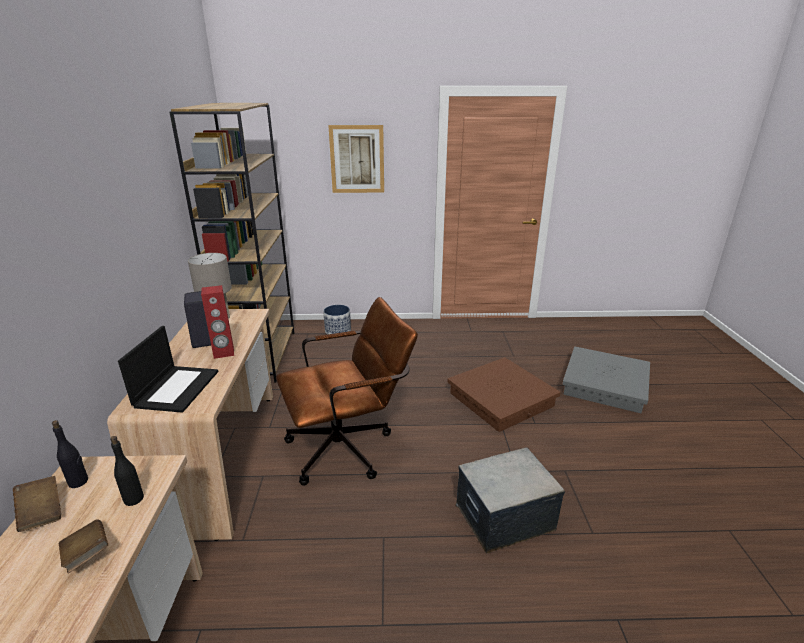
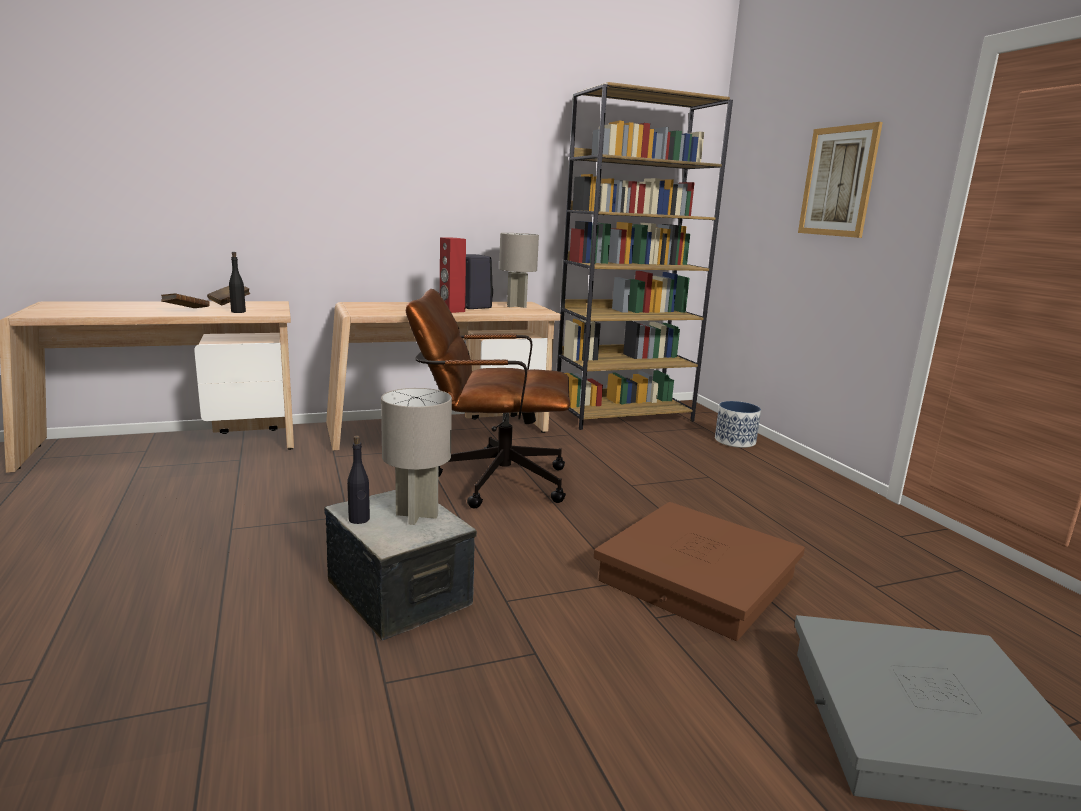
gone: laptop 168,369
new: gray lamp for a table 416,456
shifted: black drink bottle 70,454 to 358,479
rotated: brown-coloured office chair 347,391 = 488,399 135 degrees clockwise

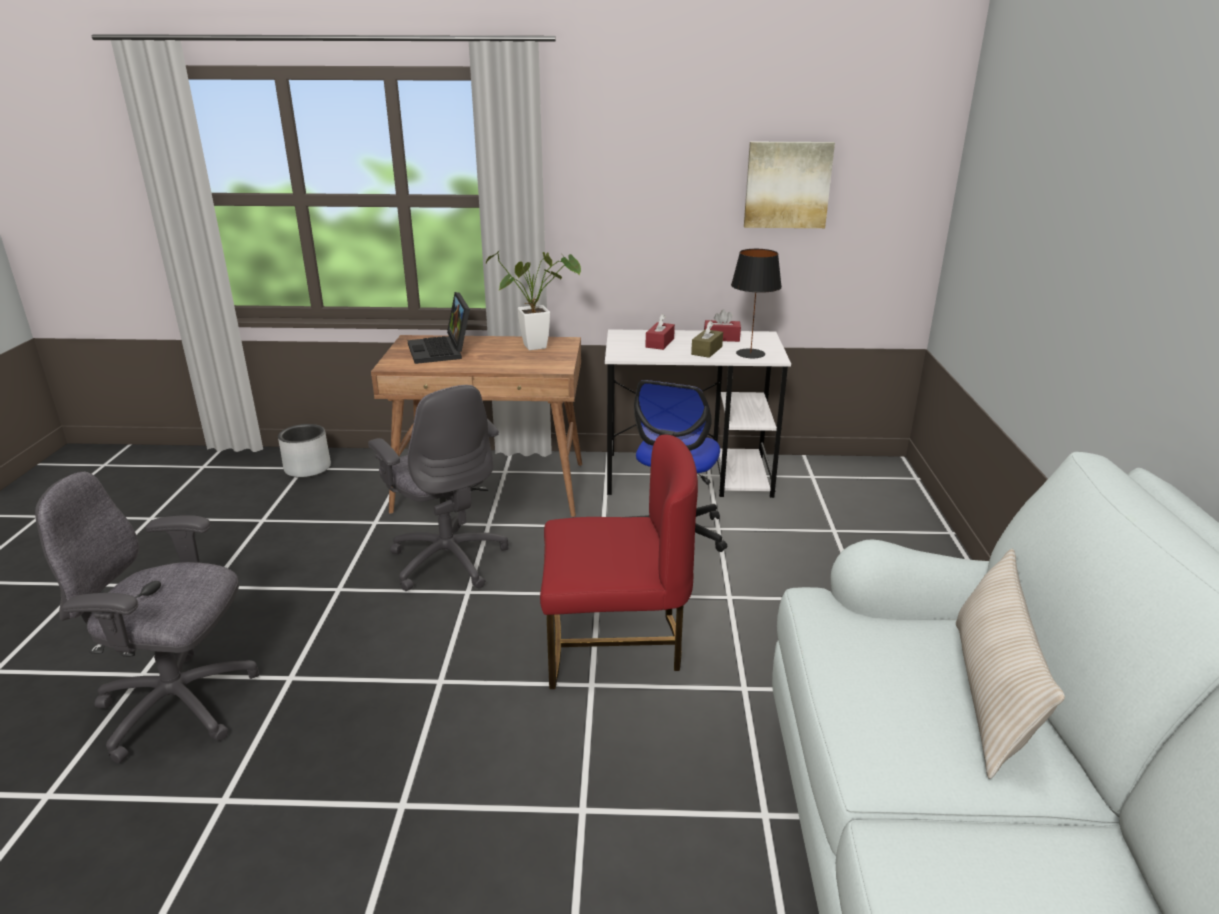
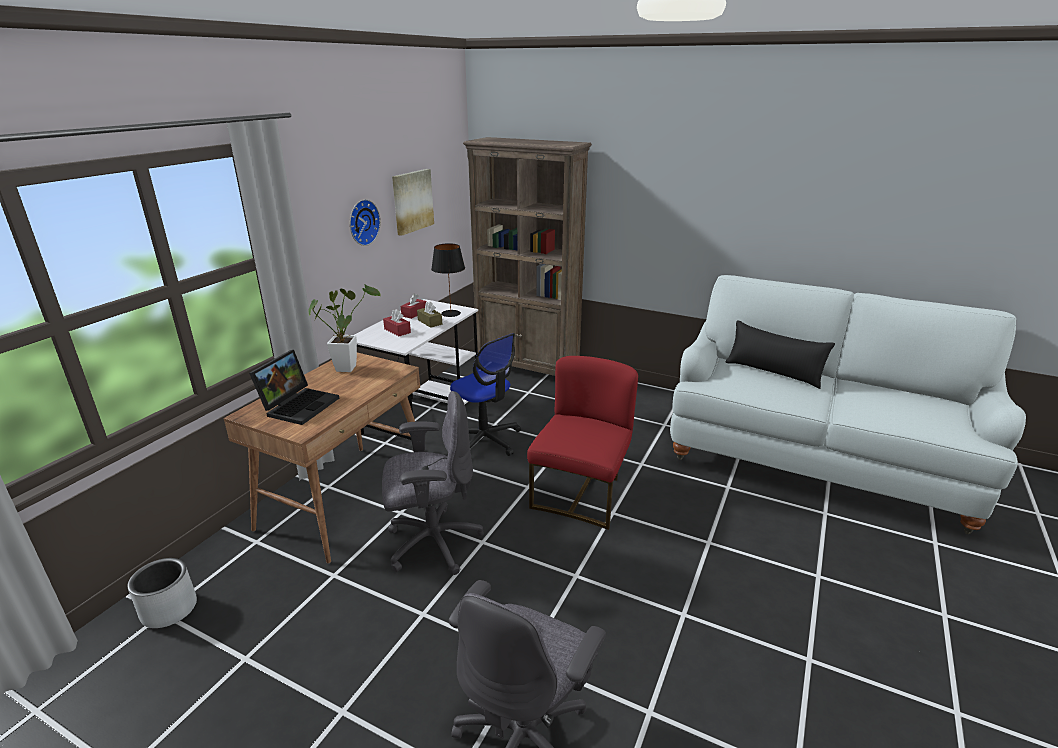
new: hanging clock 365,222; brown-coloured shelving unit 527,256
repainted: beige-coloured throw pillow 1010,664 to black throw pillow 780,354
rotated: laptop 439,328 = 294,387 75 degrees counterclockwise

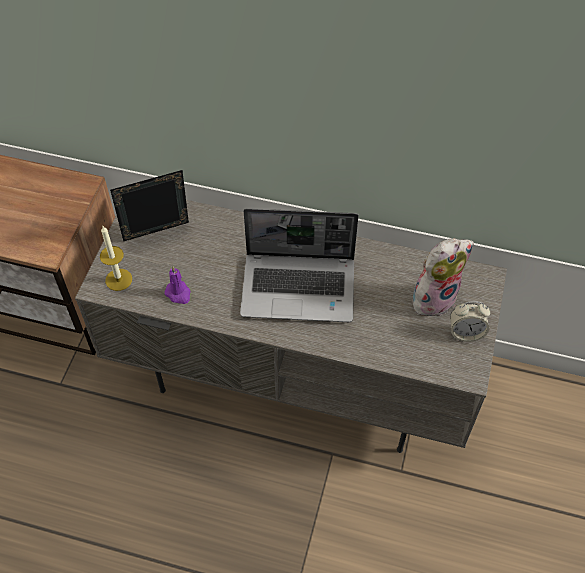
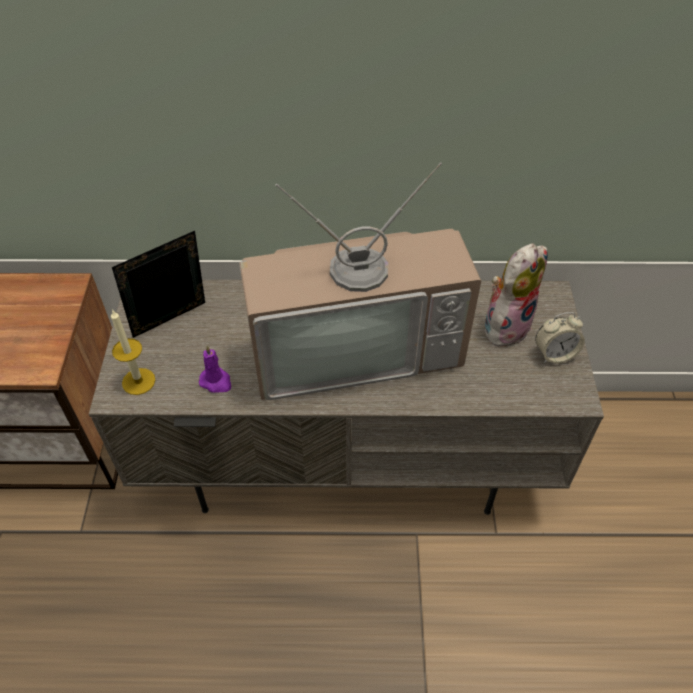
swapped: laptop 299,265 to television 360,281

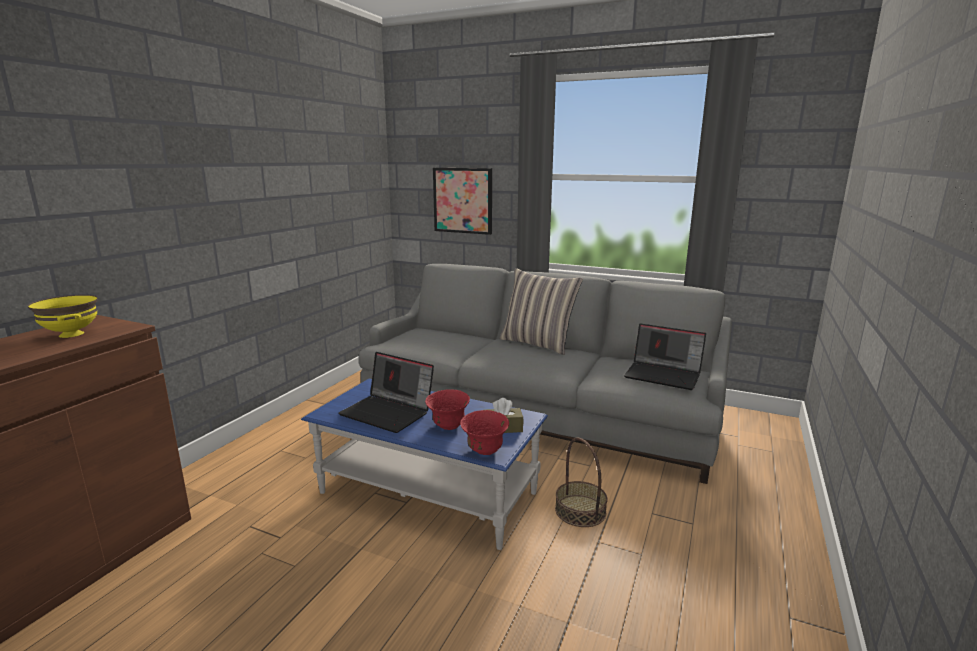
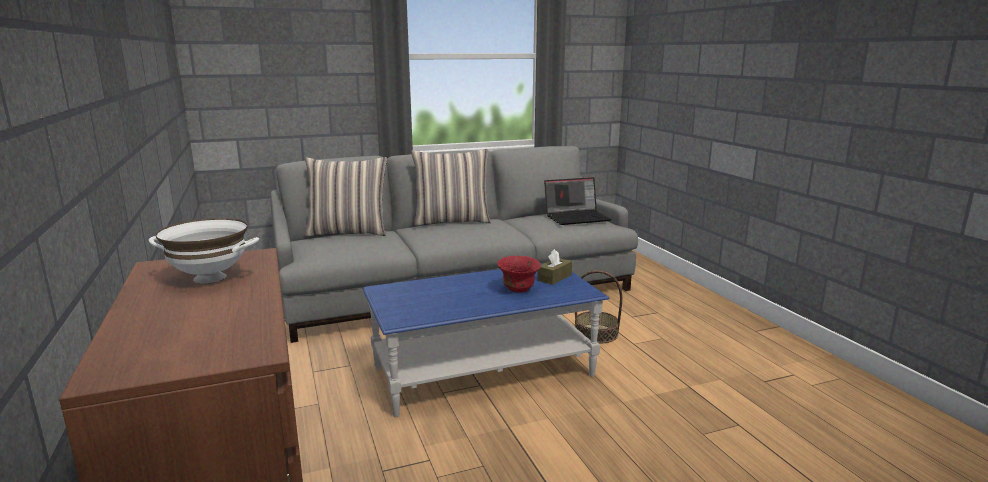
gone: laptop 386,392; picture 462,201; reddish bowl 484,432
new: throw pillow 346,197
repainted: yellow-coloured bowl 62,316 to white bowl 204,251

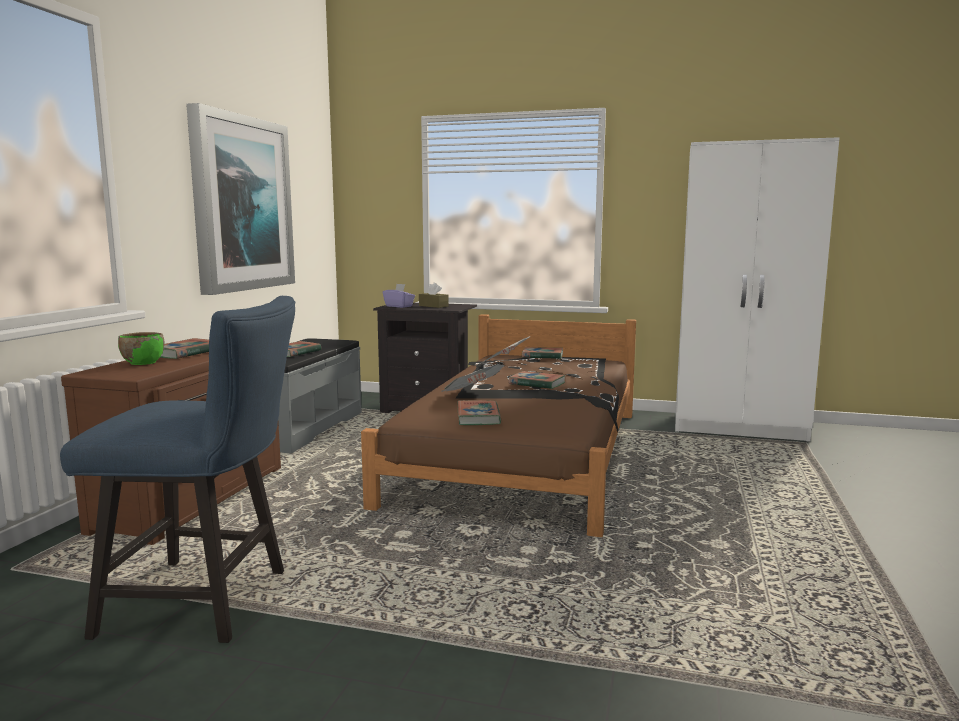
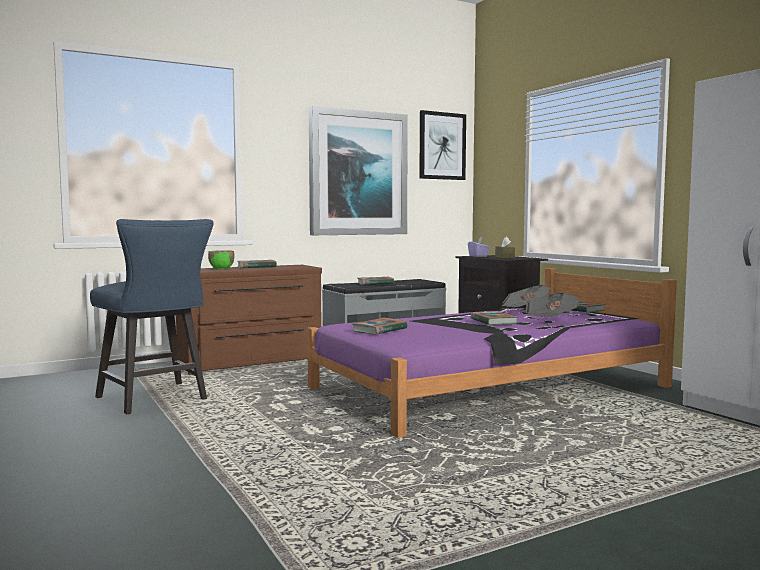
new: picture 442,145
shifted: newspaper 473,378 to 552,305
repainted: brown-coloured sleeping bed 498,425 to purple-coloured sleeping bed 492,353

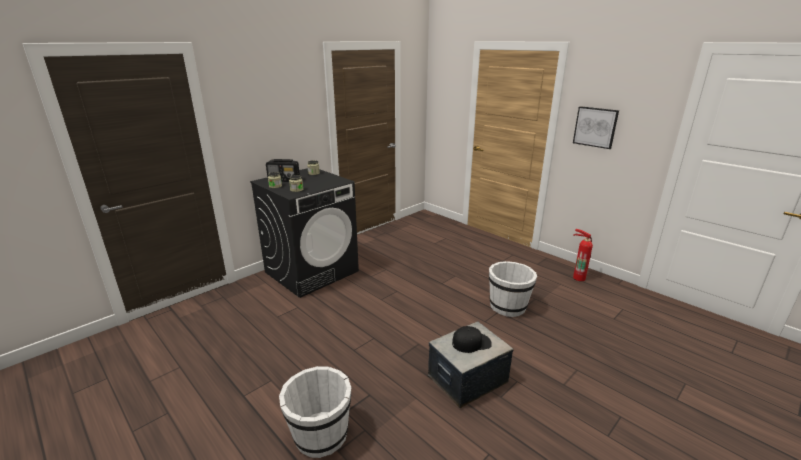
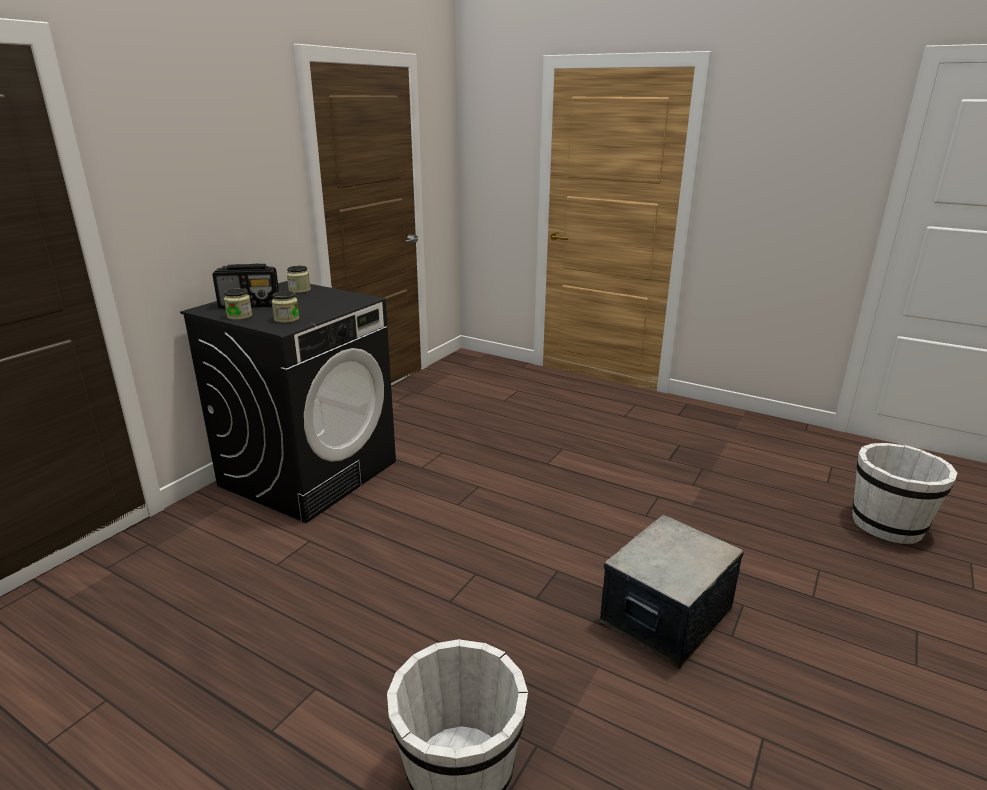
gone: black baseball cap 472,339; picture 596,127; fire-fighting cylinder 583,255
shifted: white pail 513,289 to 904,493

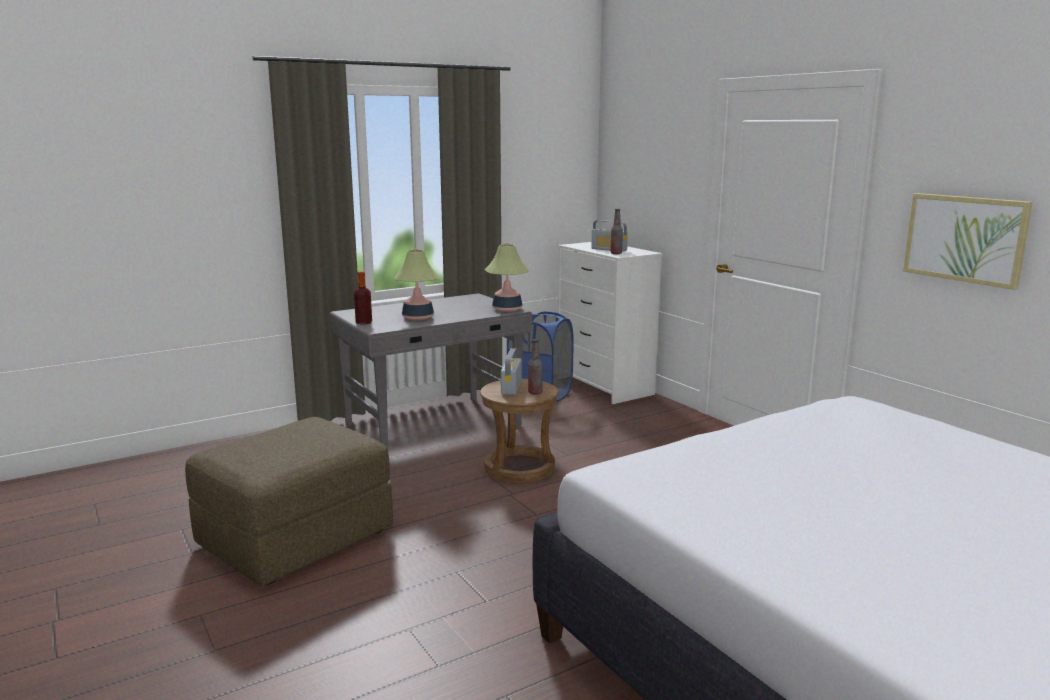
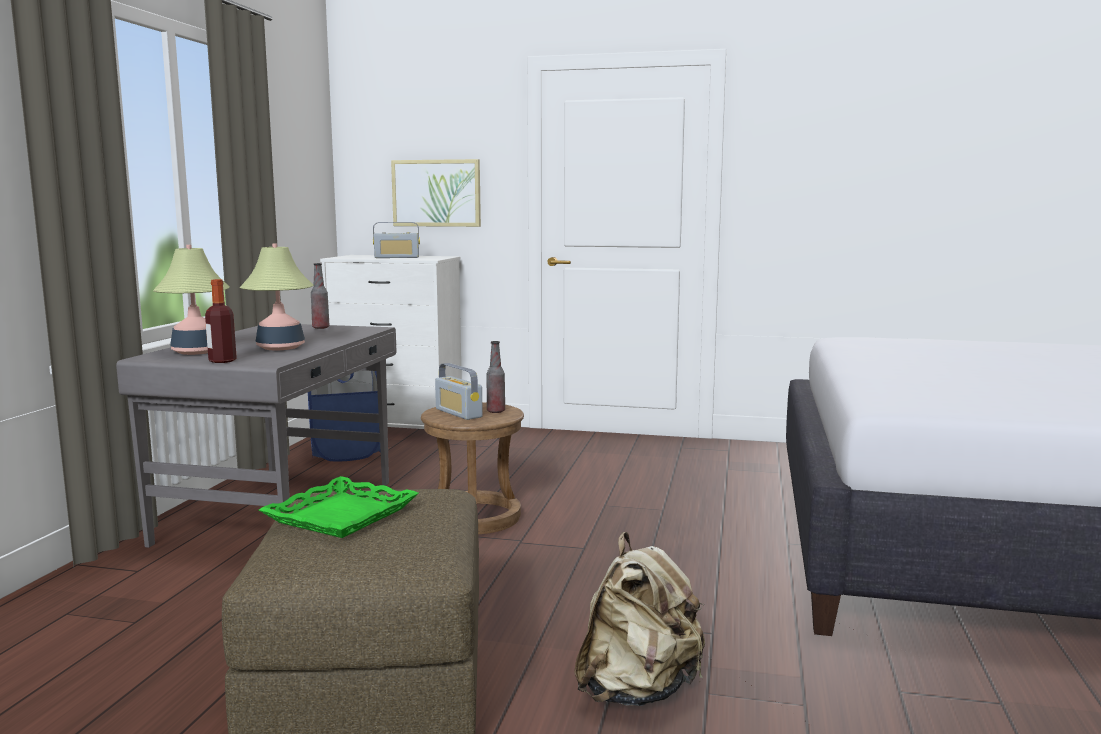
new: green tray 339,507; beige-coloured knapsack 639,619
shifted: lamp for a table 507,277 to 191,300; drink bottle 616,231 to 320,296; picture 968,241 to 436,193

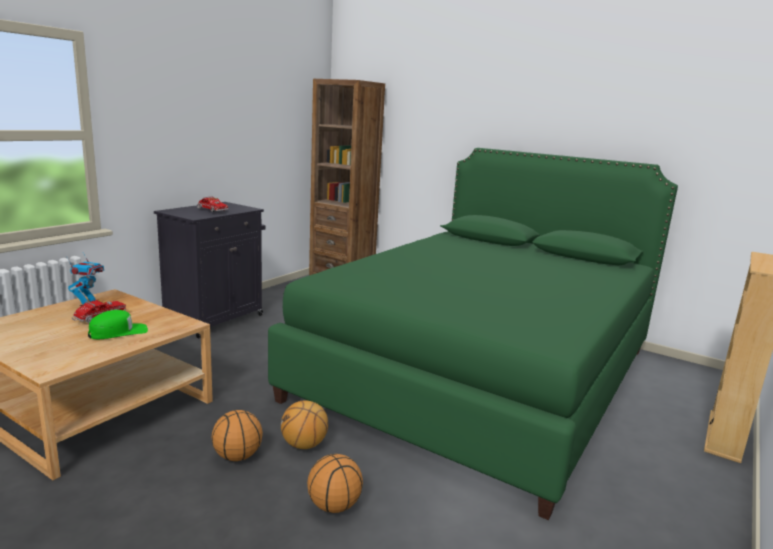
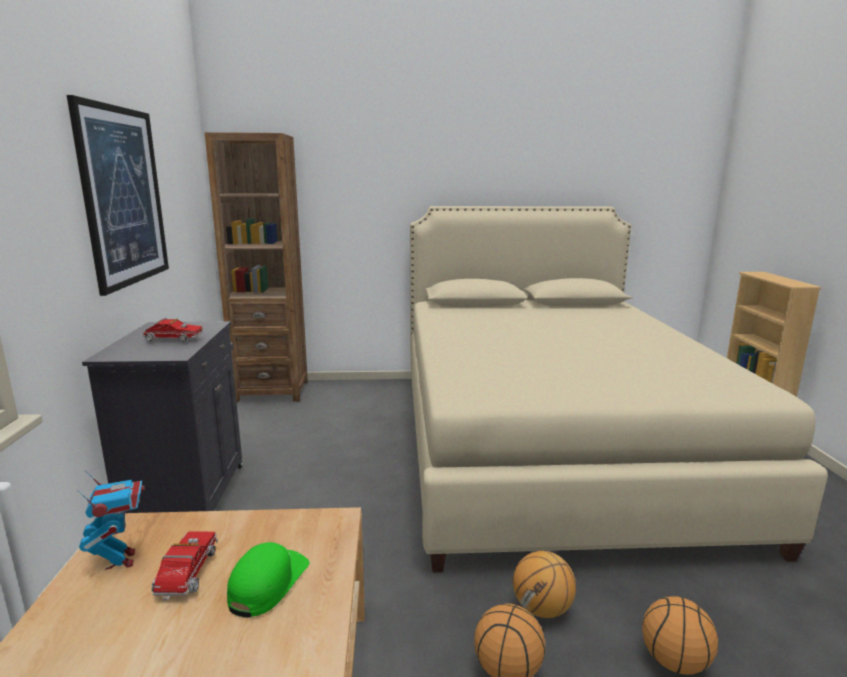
new: picture 118,195
repainted: green sleeping bed 473,334 to beige-coloured sleeping bed 619,389

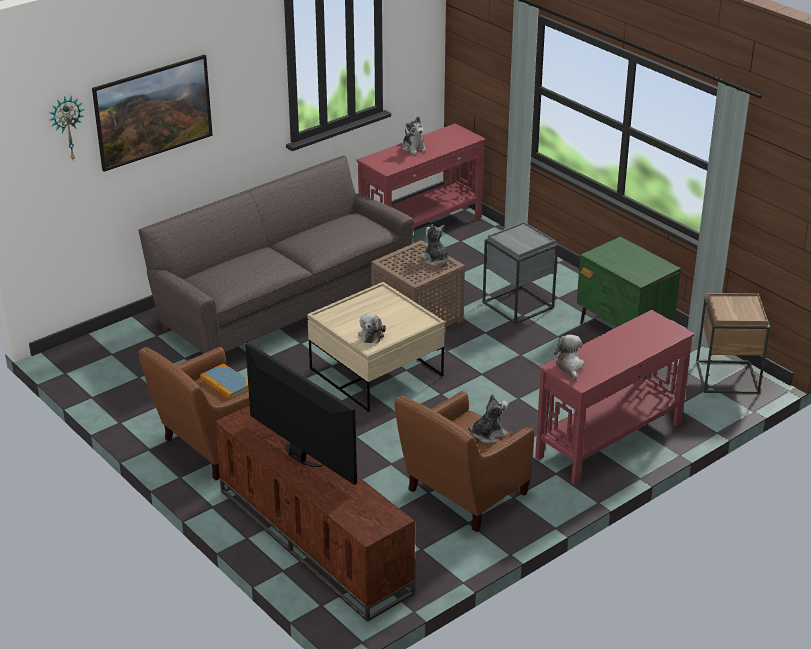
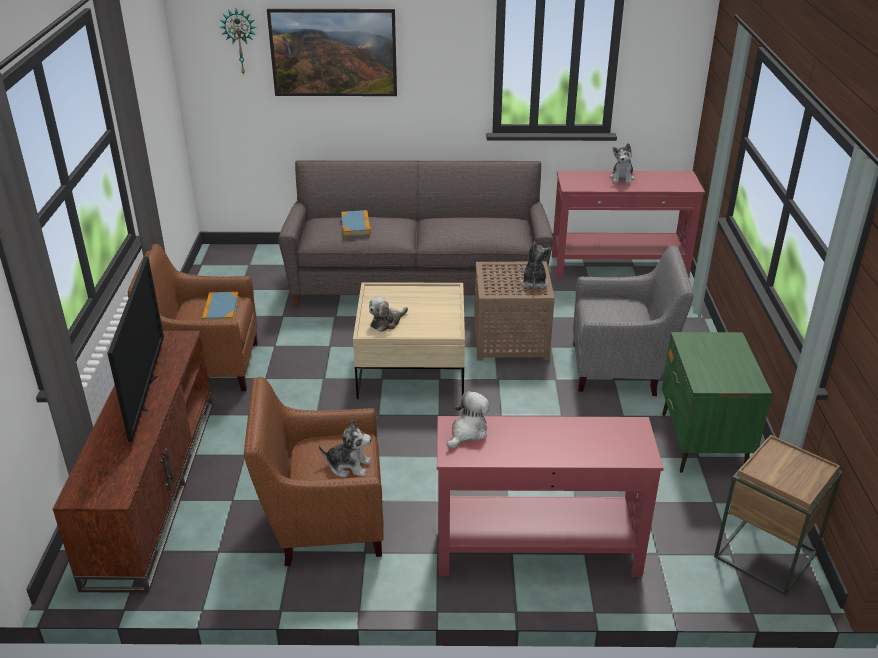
new: bound book 356,223
swapped: gray end table 520,273 to gray easy chair 633,321

